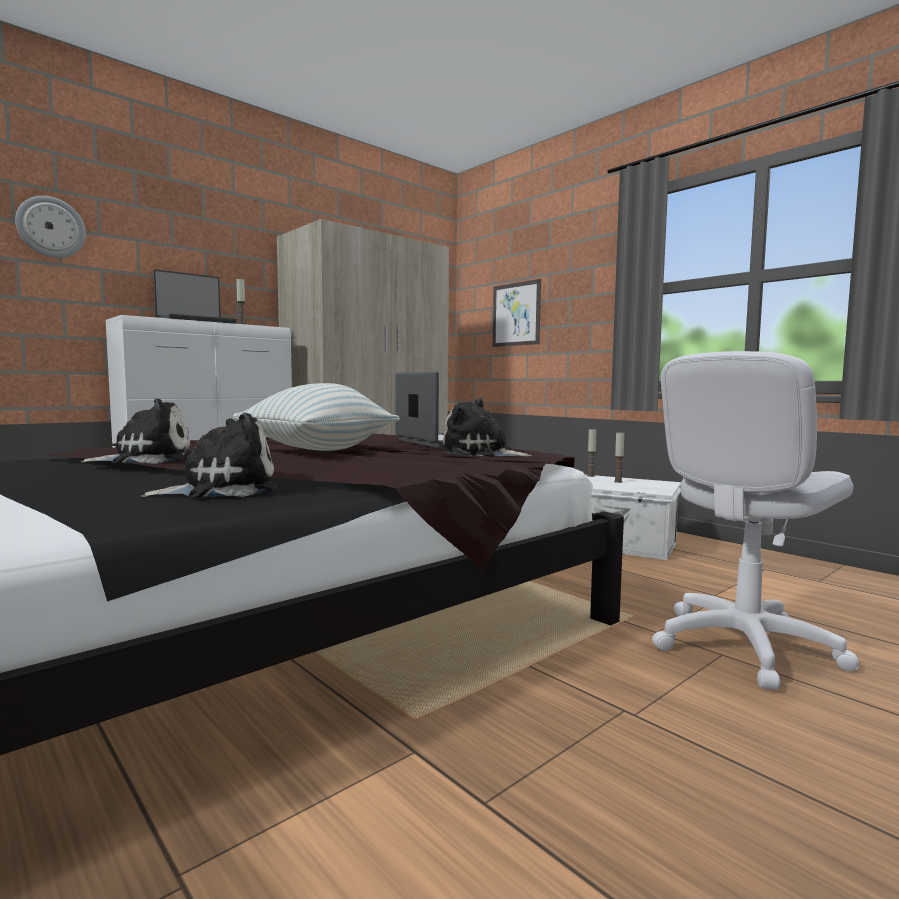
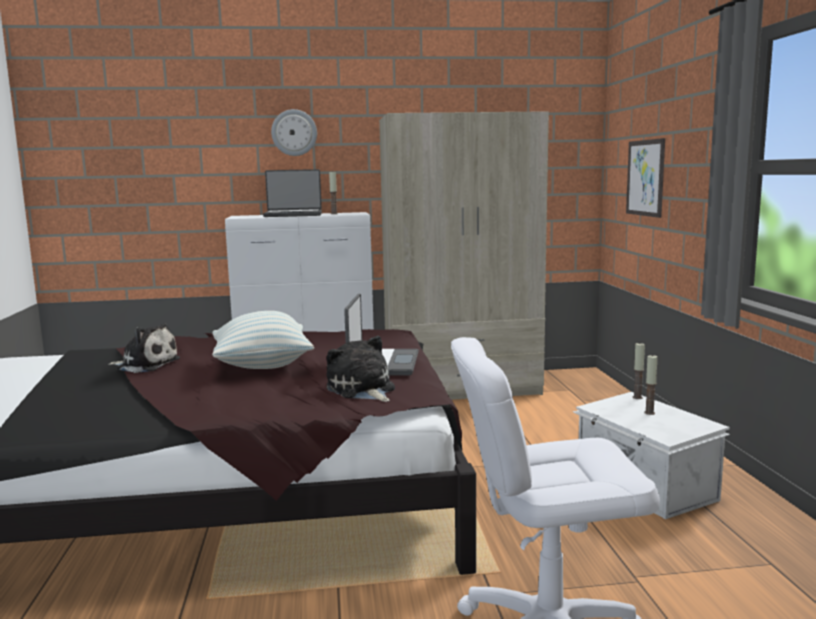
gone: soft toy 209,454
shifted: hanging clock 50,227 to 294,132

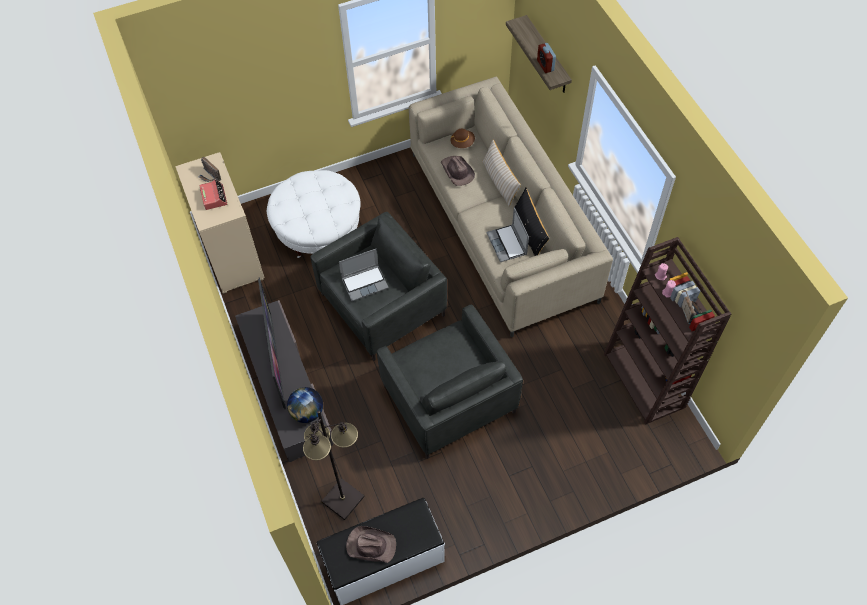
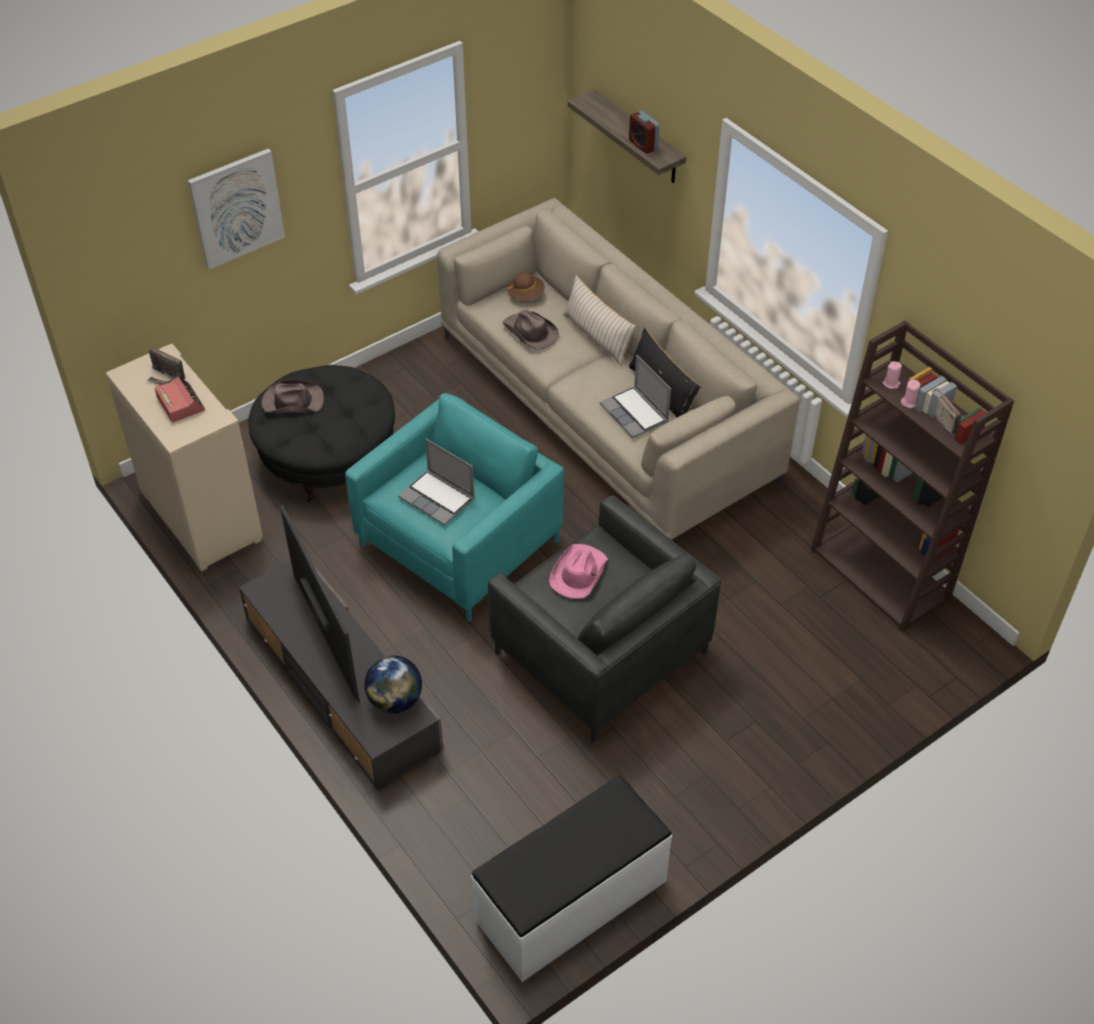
gone: black standard lamp 334,465
new: picture 236,209; pinkish hat 578,571
shifted: brown-coloured hat 371,544 to 292,396
repainted: white ottoman 314,214 to black ottoman 322,433; gray easy chair 378,286 to blue-green easy chair 454,507
rotated: laptop 364,275 = 436,482 75 degrees clockwise

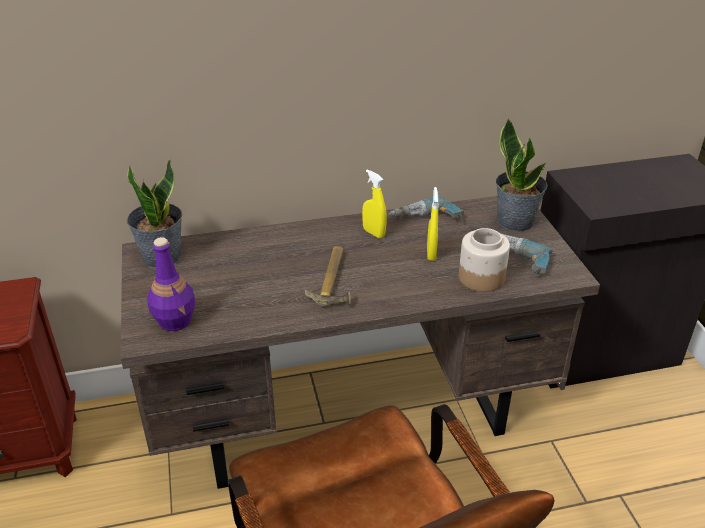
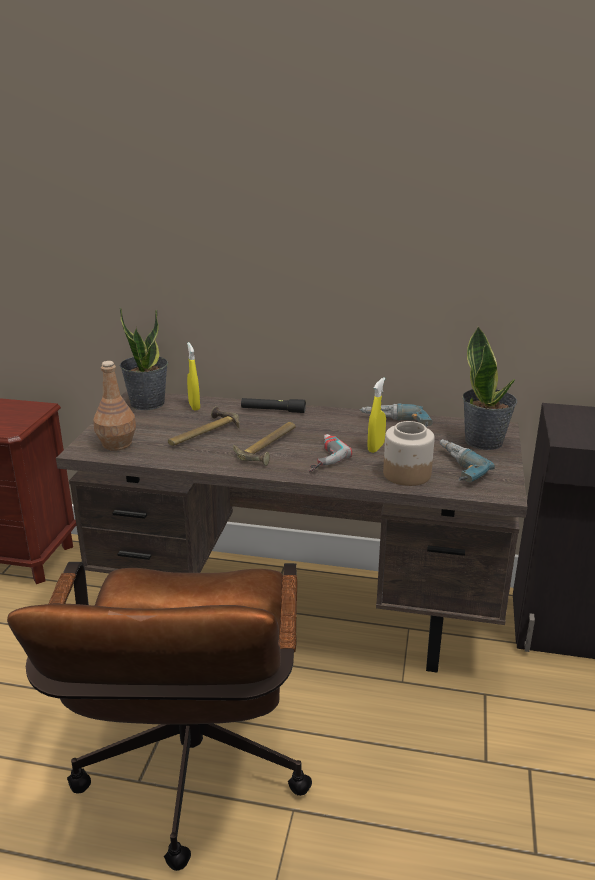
new: hammer 204,426; black flashlight 273,405; power drill 330,453
shifted: yellow-coloured hand sprayer 374,204 to 193,376
repainted: purple-coloured drink bottle 171,284 to brown-coloured drink bottle 115,406

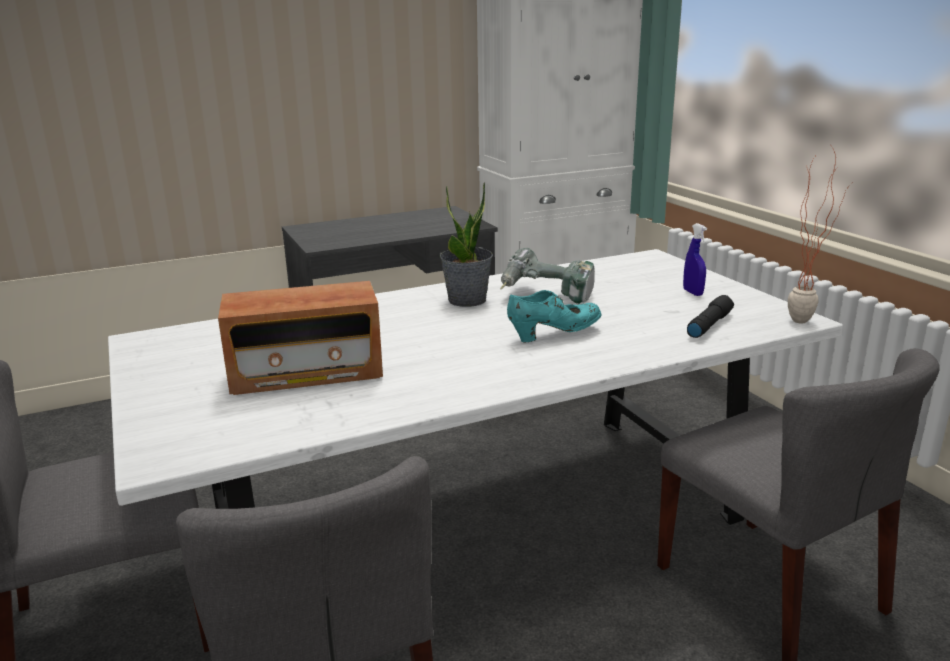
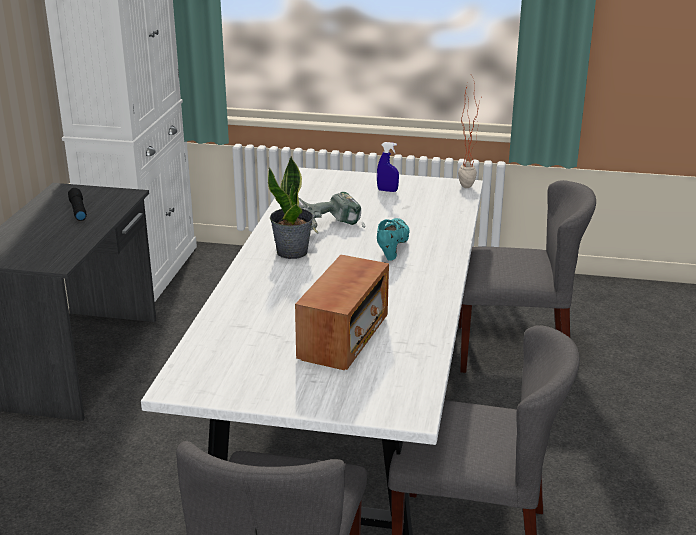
shifted: black flashlight 710,316 to 77,204

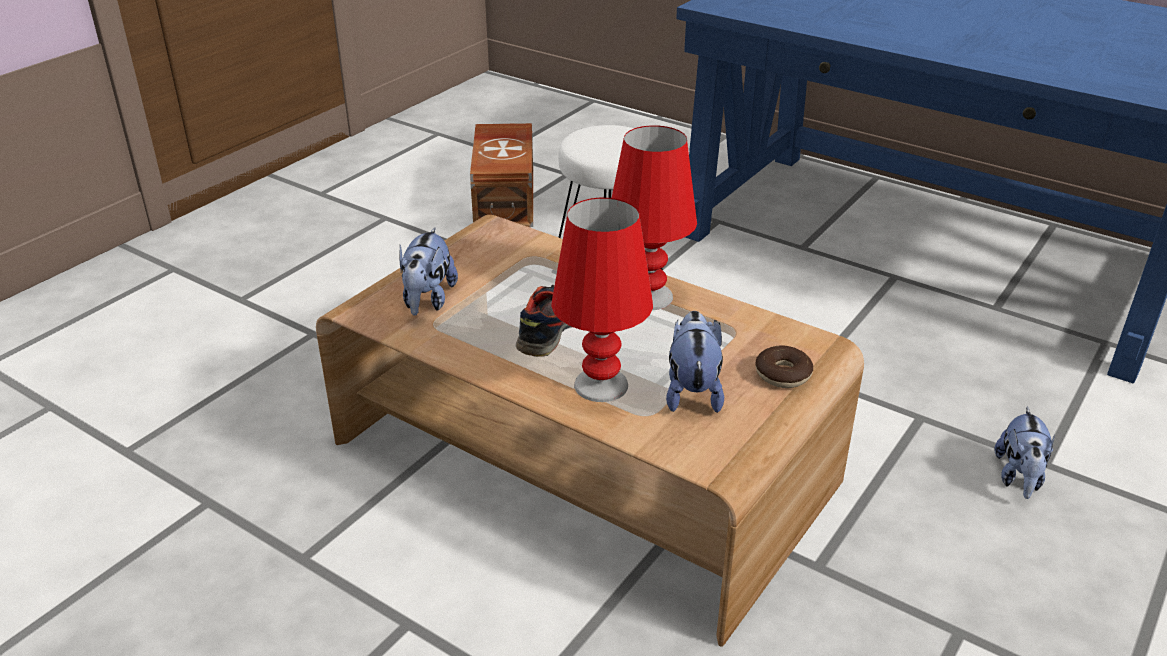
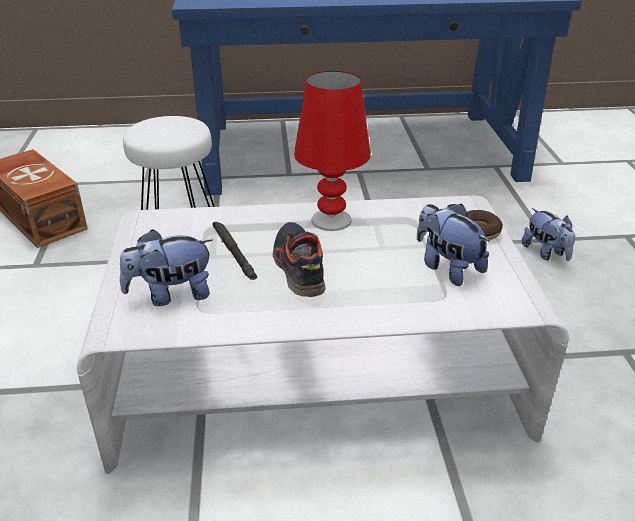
gone: reddish lamp for a table 602,300
new: black flashlight 235,251
repainted: brown-coloured low table 590,431 to white low table 323,334
rotated: soft toy 428,271 = 166,267 105 degrees clockwise

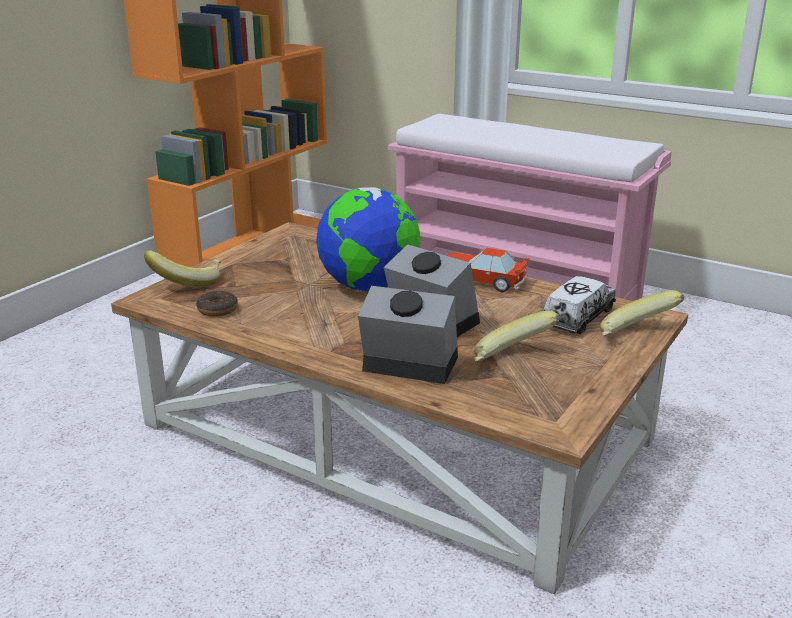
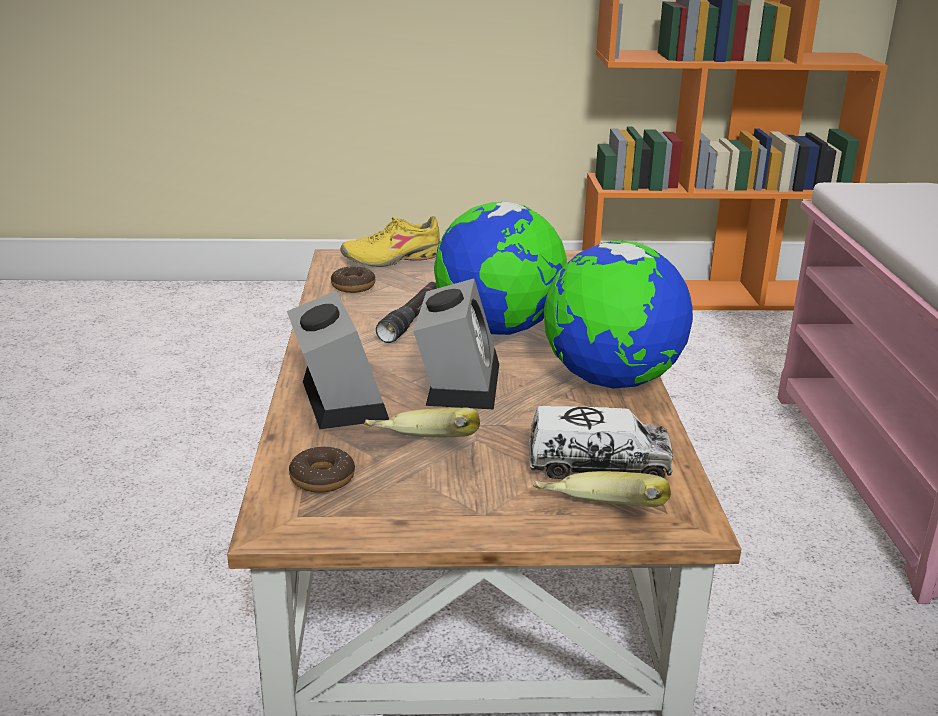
new: ring doughnut 322,469; black flashlight 406,312
swapped: whole banana 182,268 to yellow-coloured low shoe 390,241; toy car 488,270 to world globe 618,315

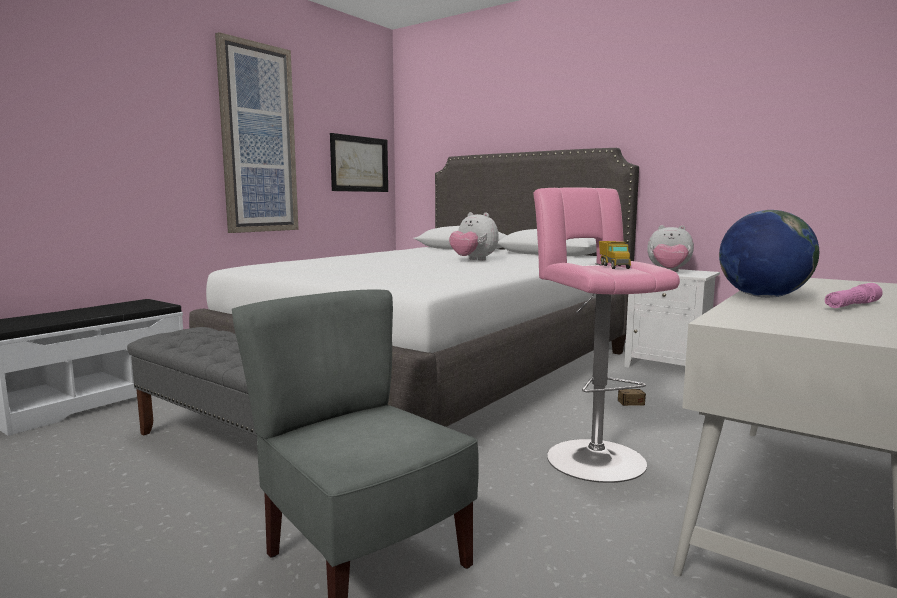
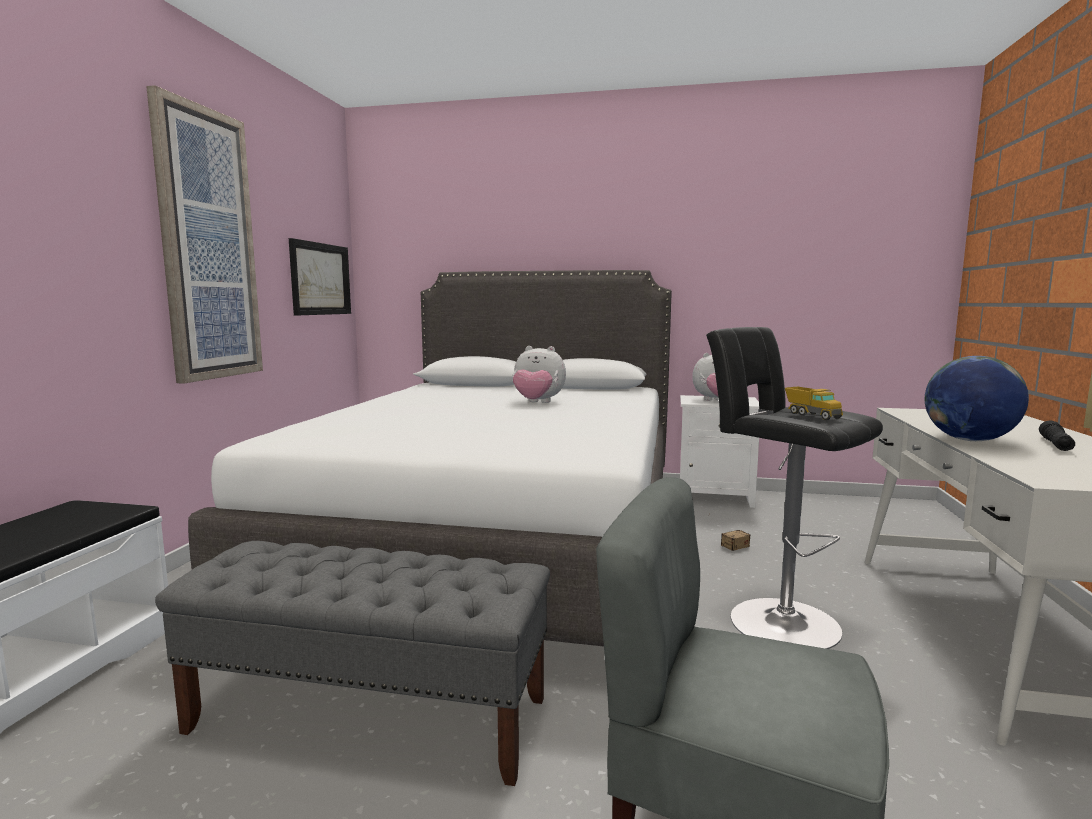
repainted: pinkish sitting stool 606,335 to black sitting stool 794,488; pinkish flashlight 854,295 to black flashlight 1057,436

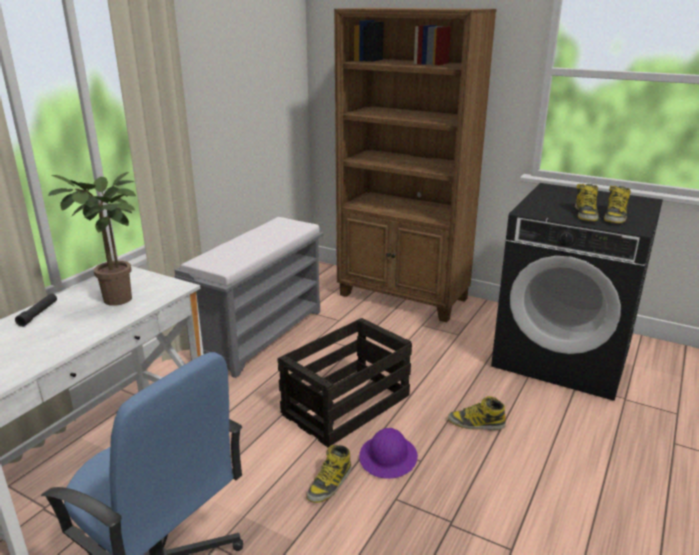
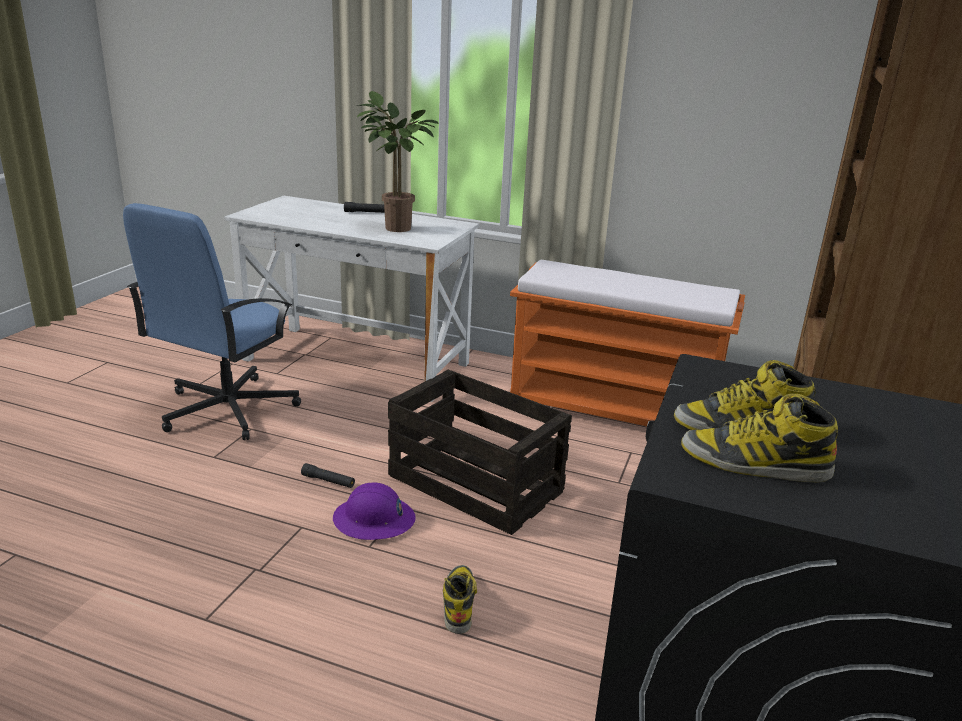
swapped: high-top boot 329,474 to black flashlight 328,475
repainted: gray long seat 249,297 to orange-coloured long seat 627,342

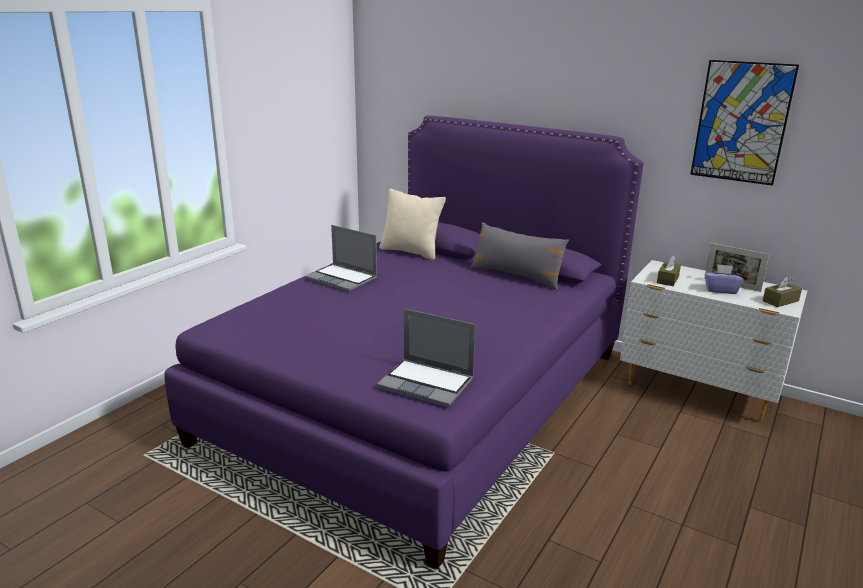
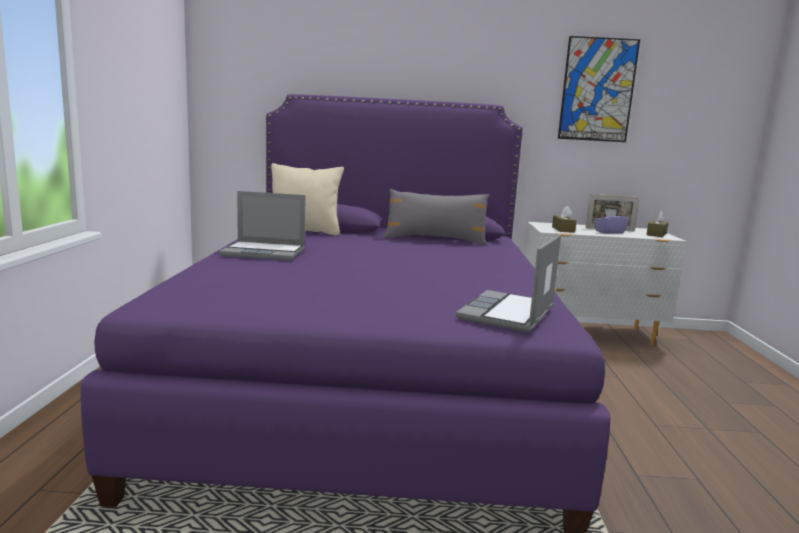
rotated: laptop 426,358 = 508,283 120 degrees clockwise

